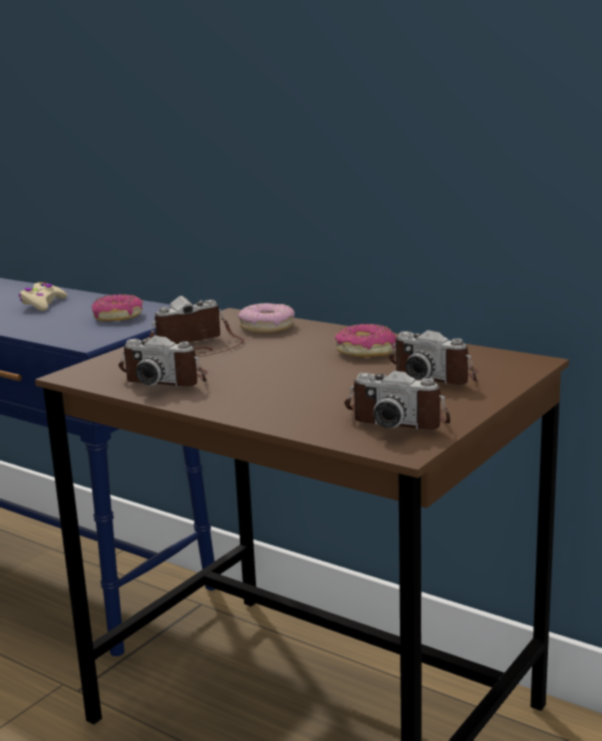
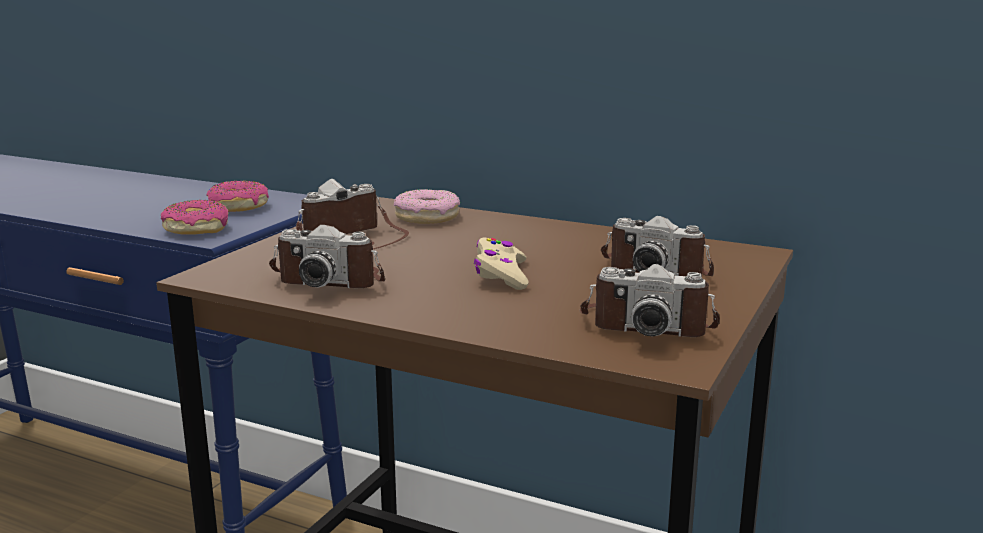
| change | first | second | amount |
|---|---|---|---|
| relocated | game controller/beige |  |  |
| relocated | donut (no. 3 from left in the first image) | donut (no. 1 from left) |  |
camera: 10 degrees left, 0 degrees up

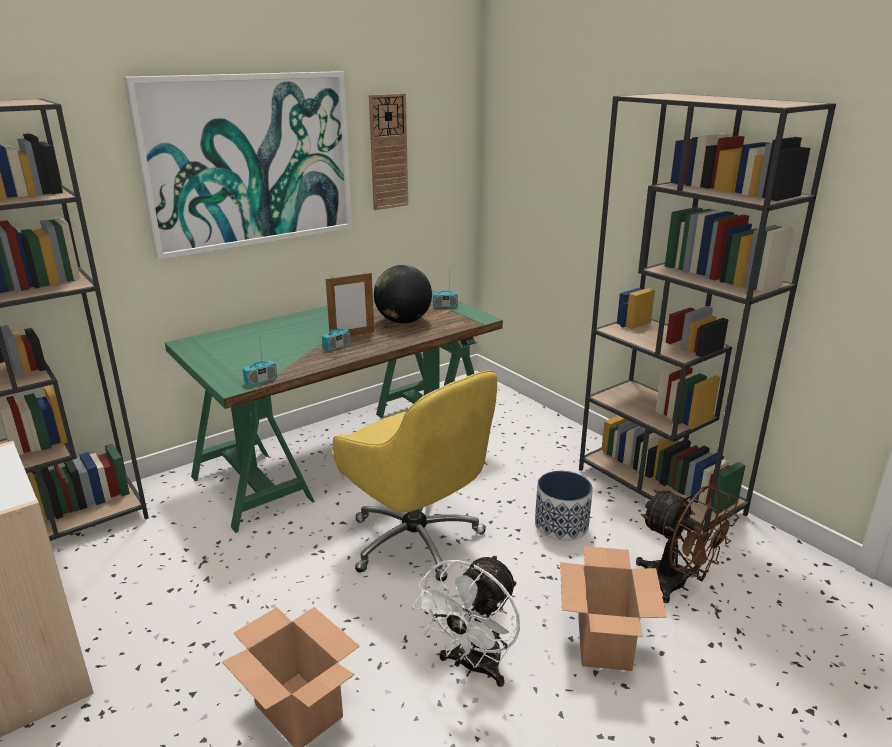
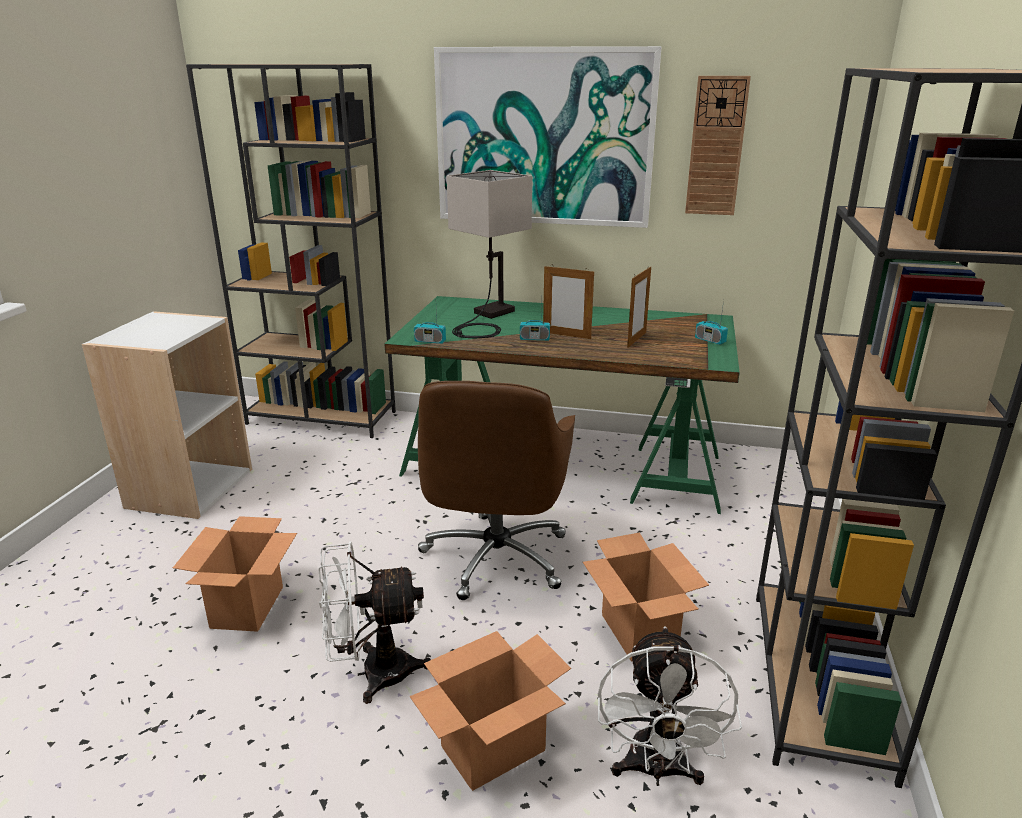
| change | first | second | amount |
|---|---|---|---|
| appeared |  | table lamp |  |
| exchanged | globe | picture frame (no. 2 from left) |  |
| exchanged | planter | cardboard box (no. 3 from left) |  |
| colour | office chair/yellow | office chair/brown |  |
| colour | fan/brown | fan/white (no. 2 from left) |  |
camera: 50 degrees right, 0 degrees up

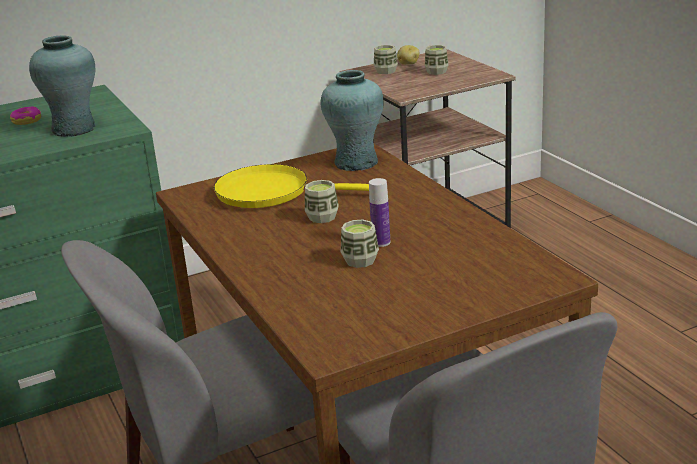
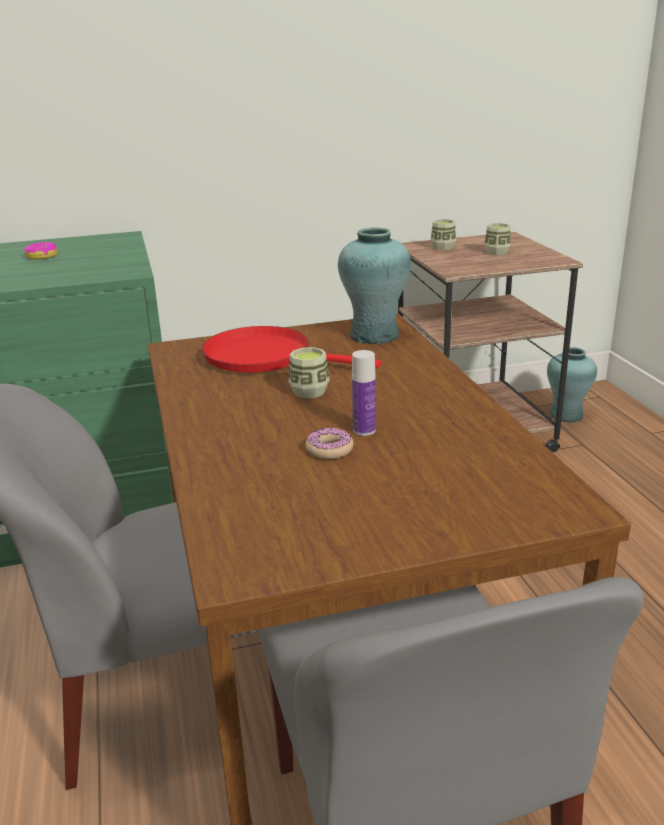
| change | first | second | amount |
|---|---|---|---|
| missing | potato |  |  |
| relocated | vase/turquoise (no. 1 from left in the first image) | vase/turquoise (no. 2 from left) |  |
| exchanged | cup (no. 2 from left) | donut (no. 2 from left) |  |
| colour | frying pan/yellow | frying pan/red |  |
camera: 10 degrees right, 0 degrees up

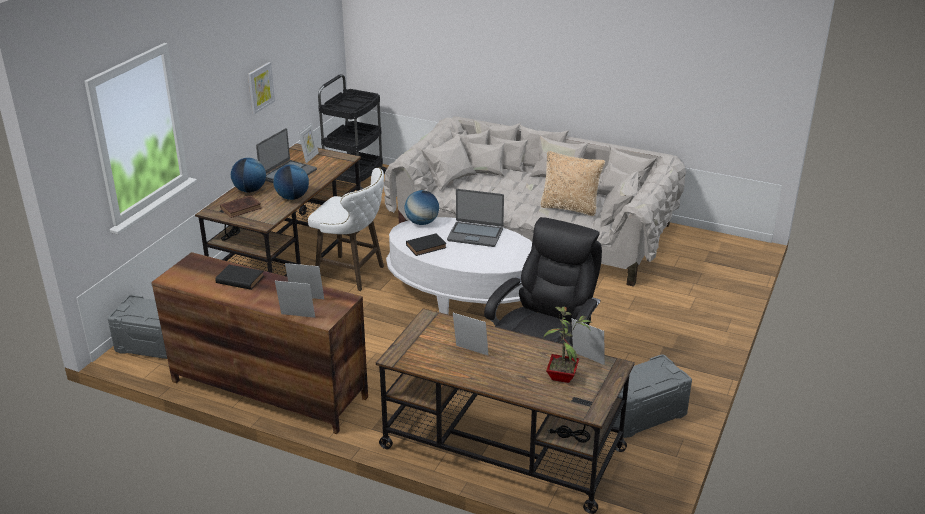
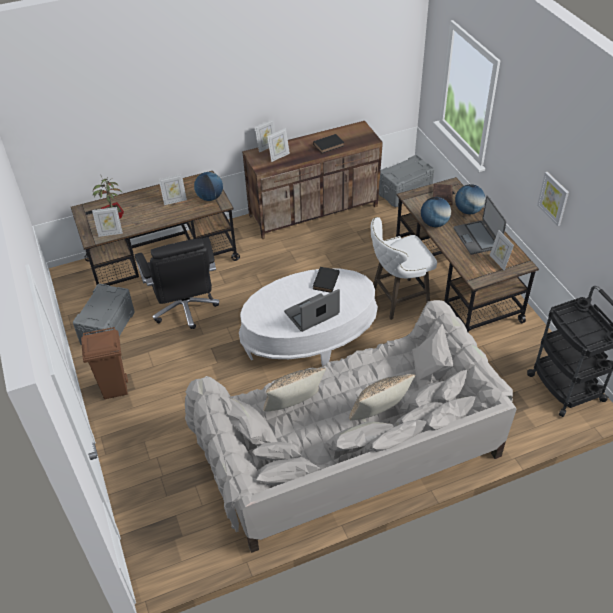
| change | first | second | amount |
|---|---|---|---|
| appeared |  | trash can/brown |  |
| appeared |  | pillow/beige (no. 2 from left) |  |
| relocated | globe (no. 3 from left in the first image) | globe (no. 1 from left) |  |
camera: 135 degrees right, 15 degrees up

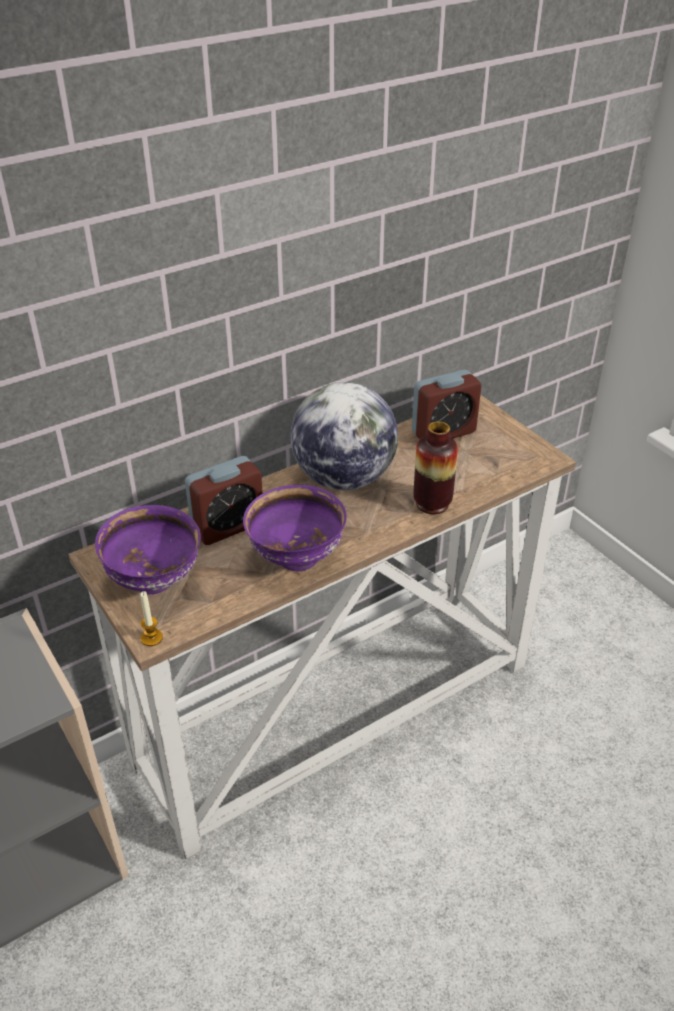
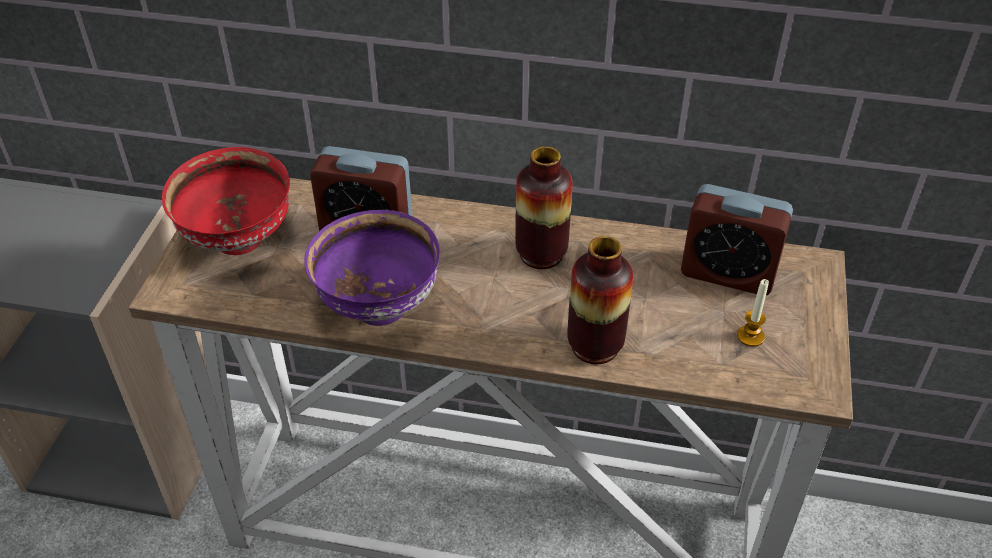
| change | first | second | amount |
|---|---|---|---|
| relocated | candle |  |  |
| exchanged | globe | vase (no. 1 from left) |  |
| colour | bowl/purple (no. 1 from left) | bowl/red |  |
camera: 45 degrees right, 5 degrees up

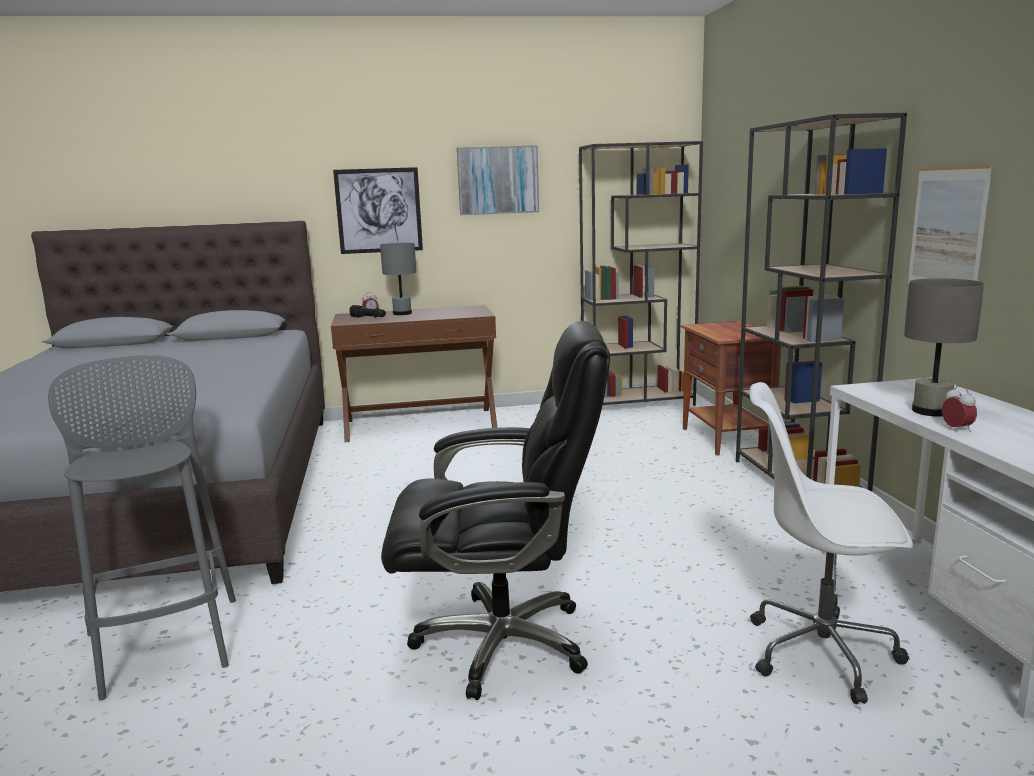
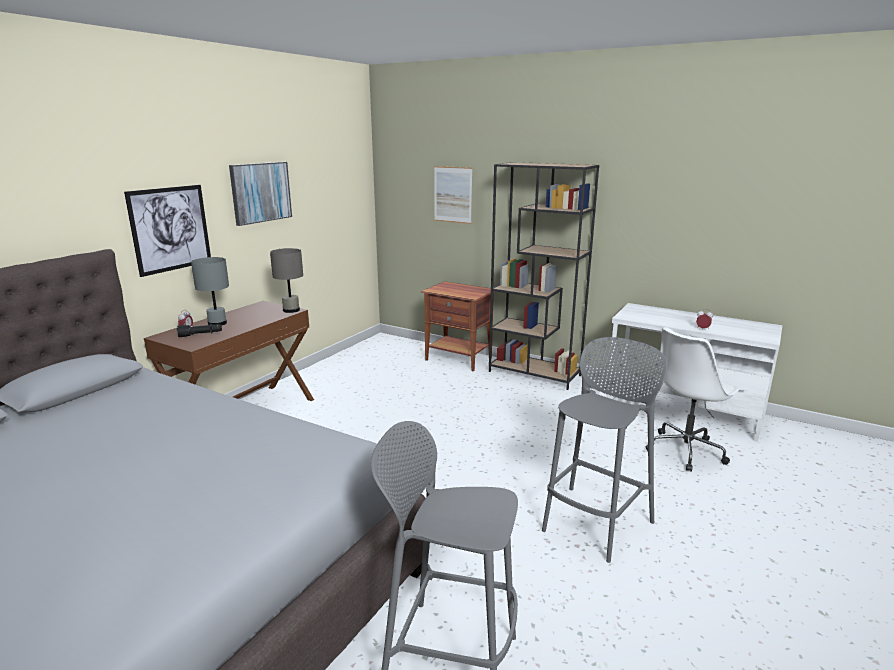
| change | first | second | amount |
|---|---|---|---|
| missing | bookcase (no. 1 from left) |  |  |
| relocated | table lamp/grey (no. 2 from left) |  |  |
| relocated | picture (no. 3 from left) |  |  |
| exchanged | office chair/black | stool/grey (no. 2 from left) |  |
camera: 50 degrees left, 5 degrees up

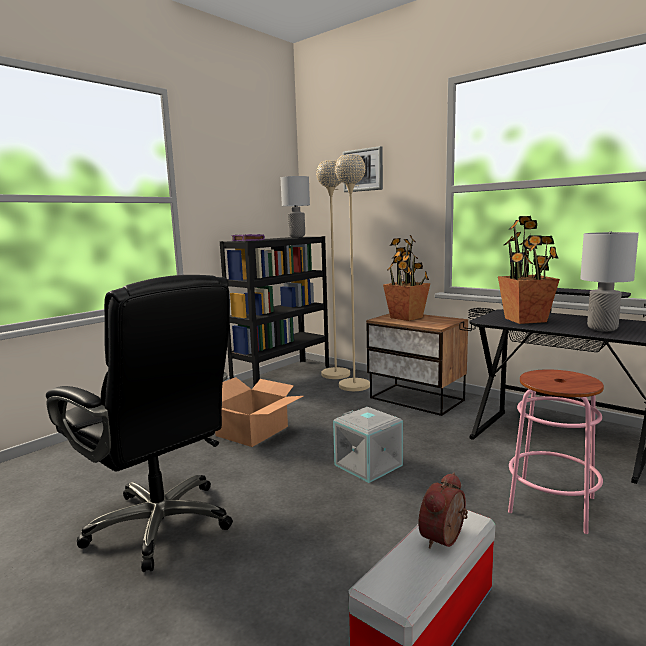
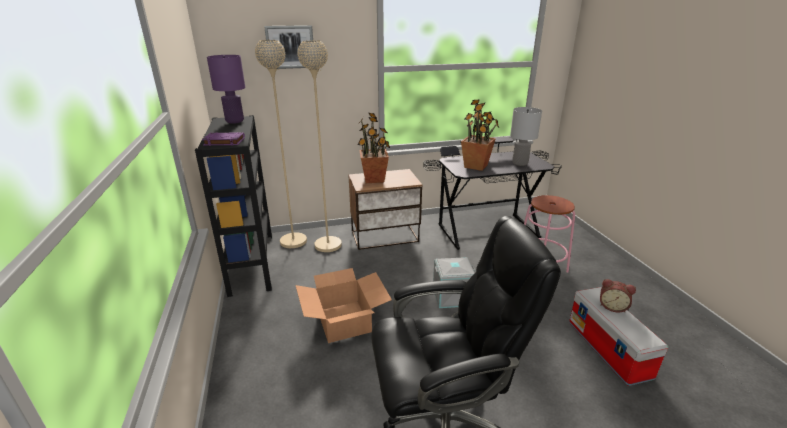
| change | first | second | amount |
|---|---|---|---|
| colour | table lamp/grey (no. 1 from left) | table lamp/purple |  |
| spun | alarm clock |  | 45 degrees counterclockwise |
camera: 55 degrees left, 15 degrees up

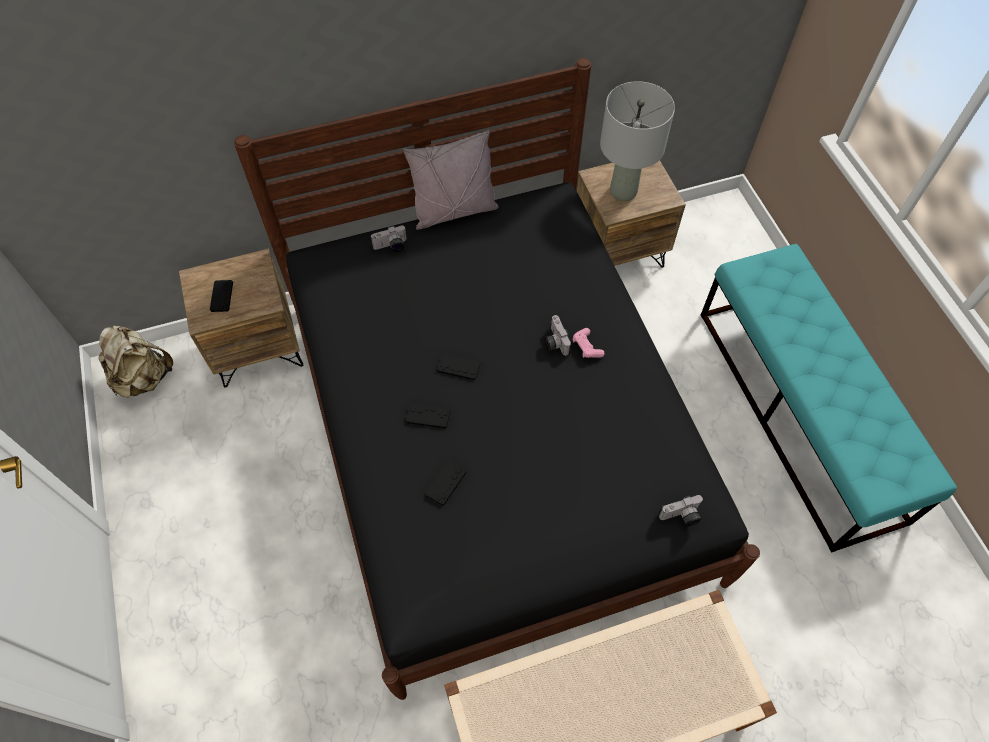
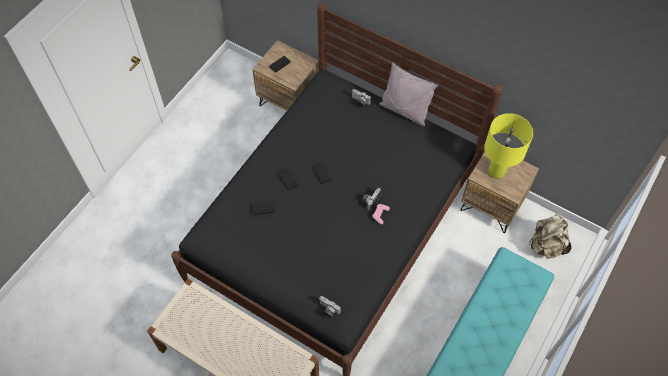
| change | first | second | amount |
|---|---|---|---|
| relocated | backpack/beige |  |  |
| colour | table lamp/grey | table lamp/yellow |  |
camera: 50 degrees right, 0 degrees up

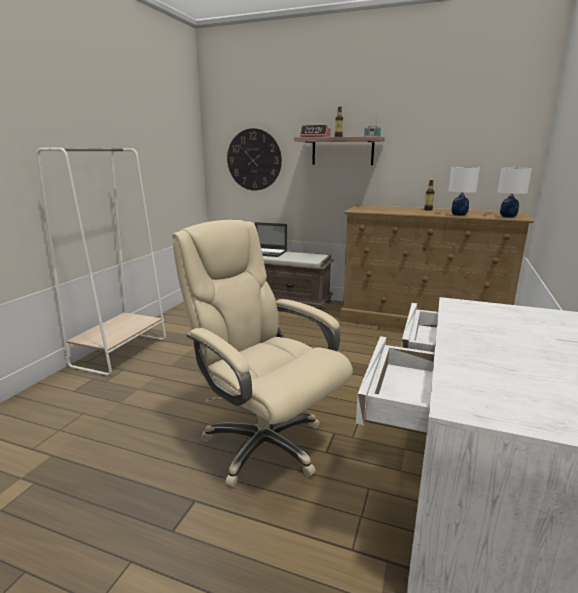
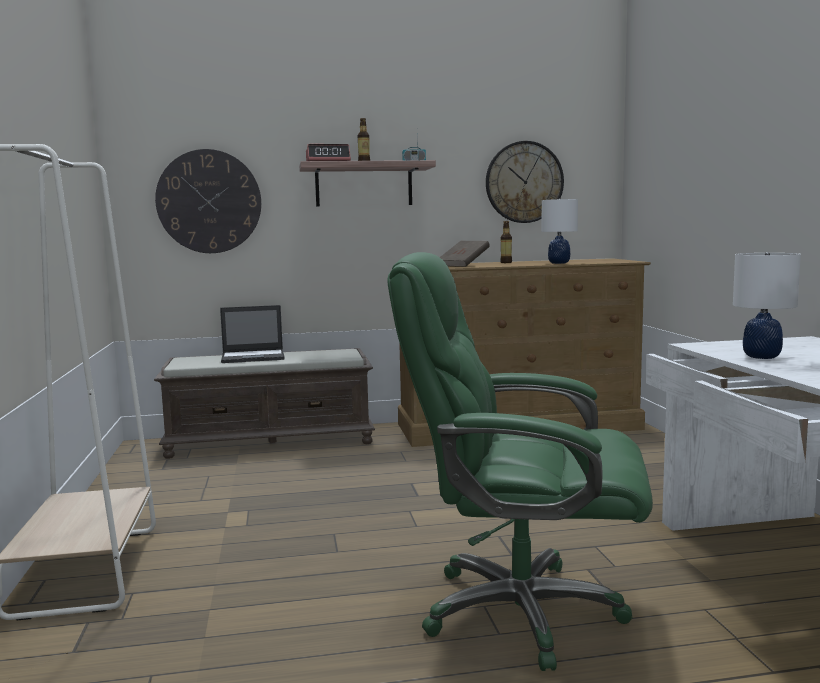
| change | first | second | amount |
|---|---|---|---|
| appeared |  | book/brown |  |
| appeared |  | wall clock (no. 2 from left) |  |
| relocated | table lamp/white (no. 2 from left) |  |  |
| colour | office chair/beige | office chair/green |  |
camera: 30 degrees left, 10 degrees down

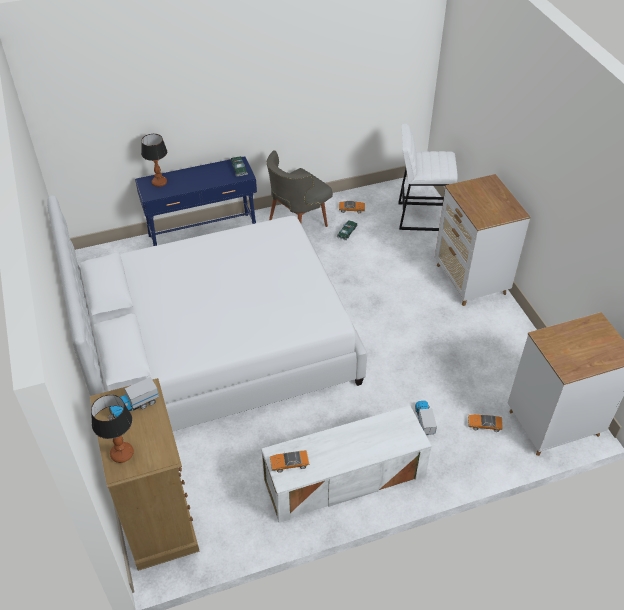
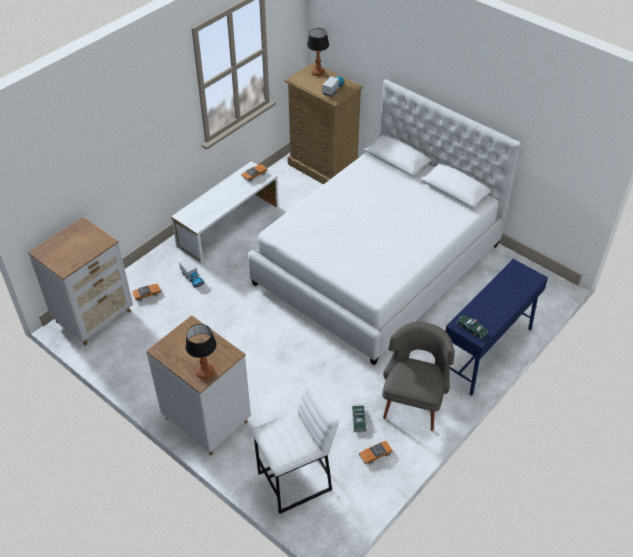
| change | first | second | amount |
|---|---|---|---|
| relocated | table lamp (no. 2 from left in the first image) | table lamp (no. 1 from left) |  |
camera: 150 degrees right, 0 degrees up

